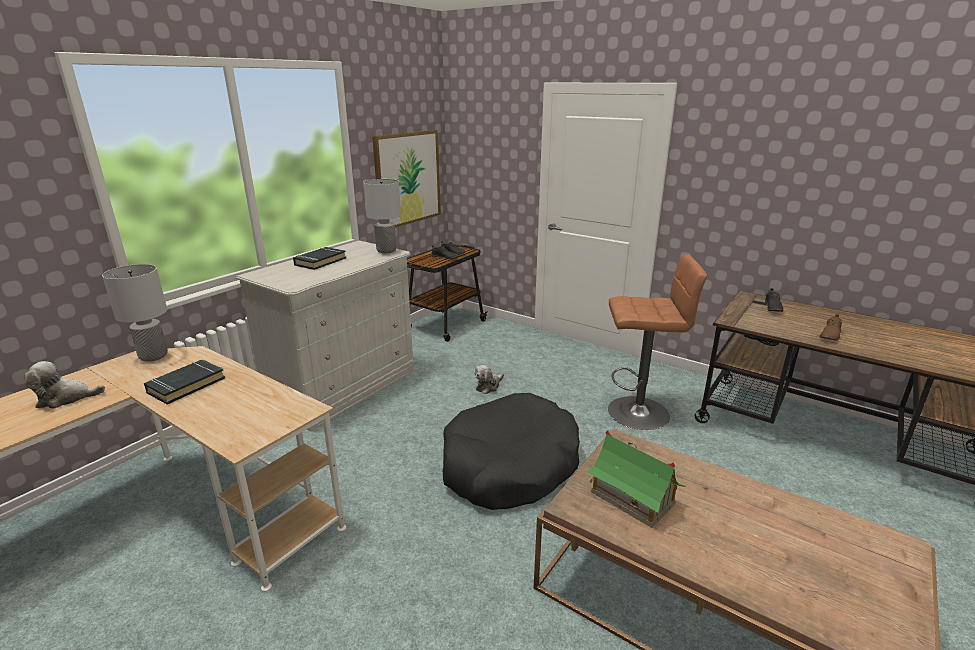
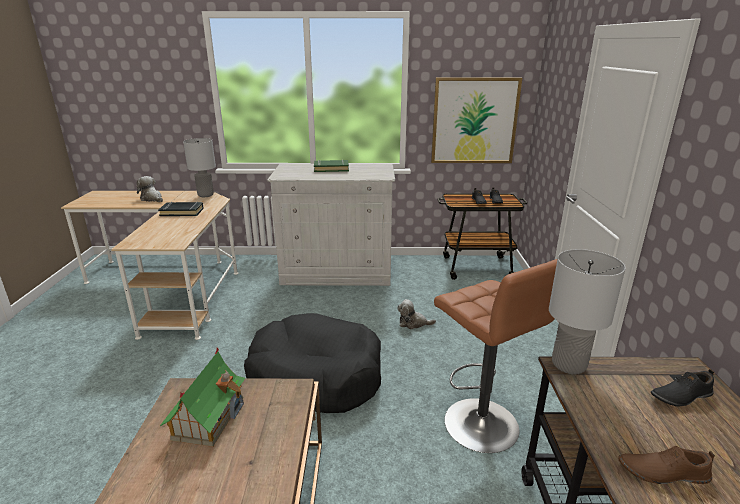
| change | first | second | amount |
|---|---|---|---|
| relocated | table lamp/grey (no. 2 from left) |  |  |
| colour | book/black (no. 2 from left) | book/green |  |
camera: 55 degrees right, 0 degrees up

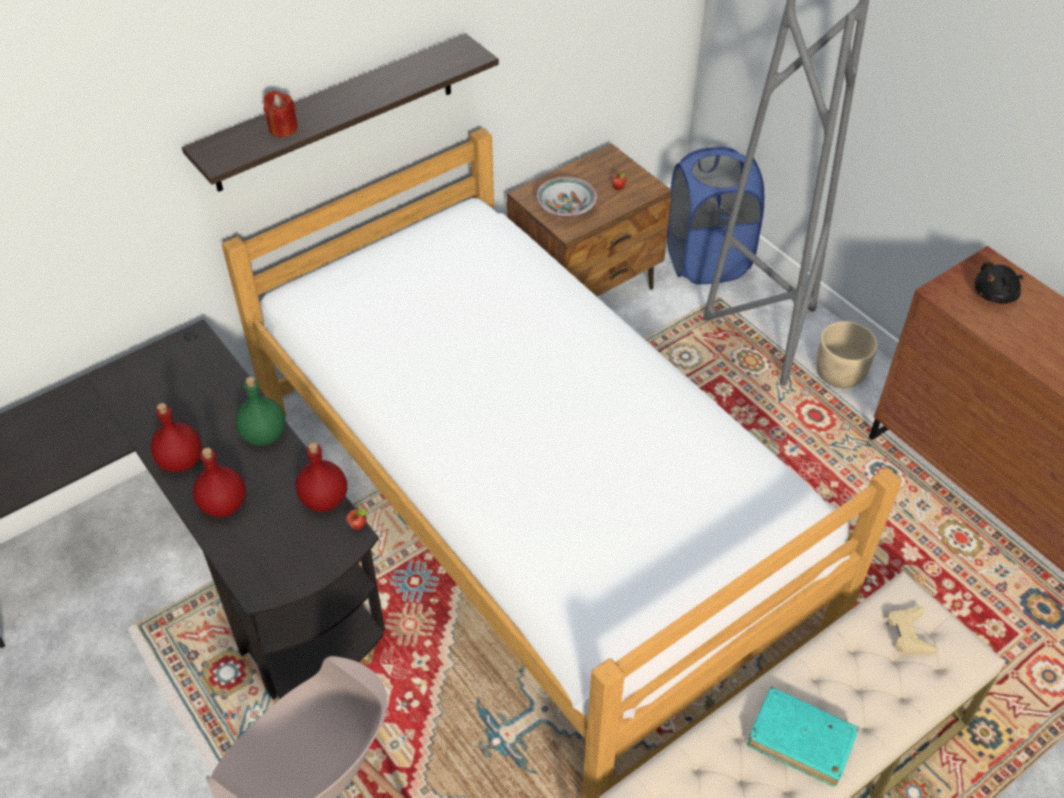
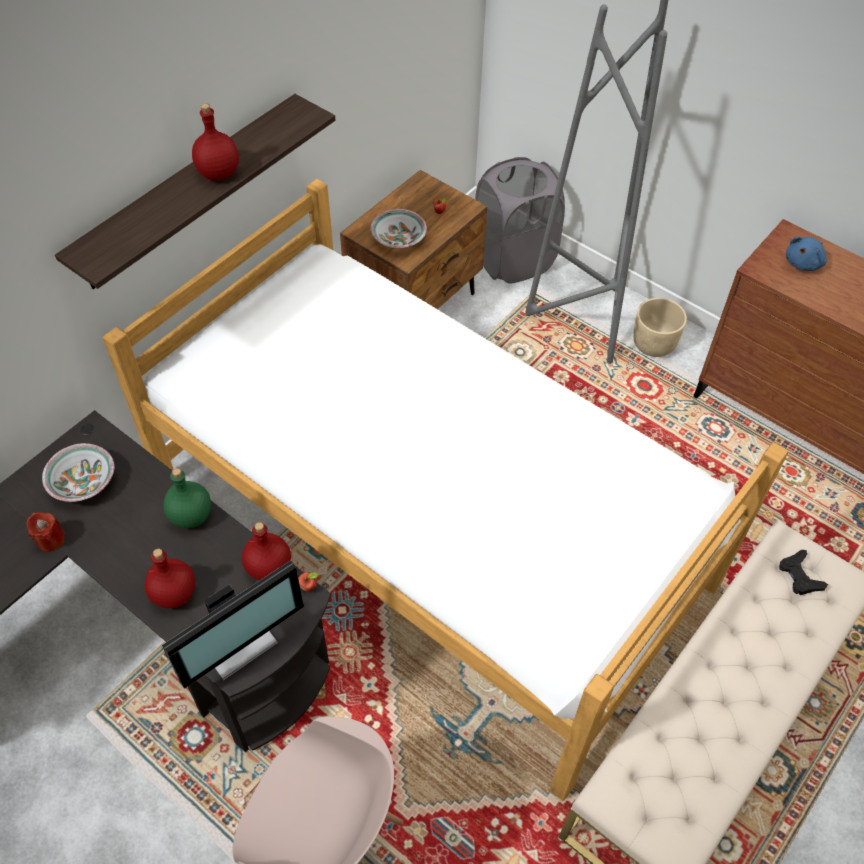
| change | first | second | amount |
|---|---|---|---|
| missing | book/turquoise |  |  |
| appeared |  | bowl (no. 1 from left) |  |
| appeared |  | monitor |  |
| relocated | bottle/red (no. 1 from left in the first image) | bottle/red (no. 2 from left) |  |
| relocated | candle/red |  |  |
| colour | laundry basket/blue | laundry basket/grey |  |
| colour | game controller/beige | game controller/black |  |
| colour | plush toy/black | plush toy/blue |  |
camera: 15 degrees left, 5 degrees up

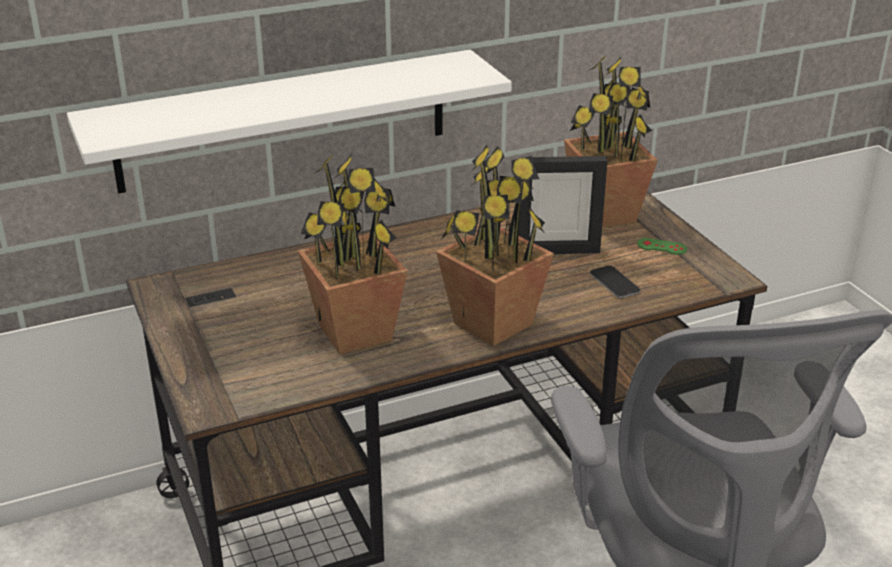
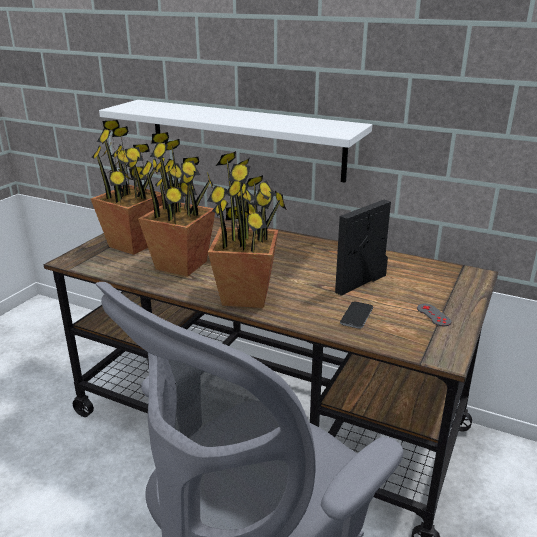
| change | first | second | amount |
|---|---|---|---|
| relocated | potted plant (no. 3 from left in the first image) | potted plant (no. 1 from left) |  |
| colour | game controller/green | game controller/grey |  |
| spun | picture frame |  | 90 degrees clockwise |
camera: 50 degrees right, 5 degrees down

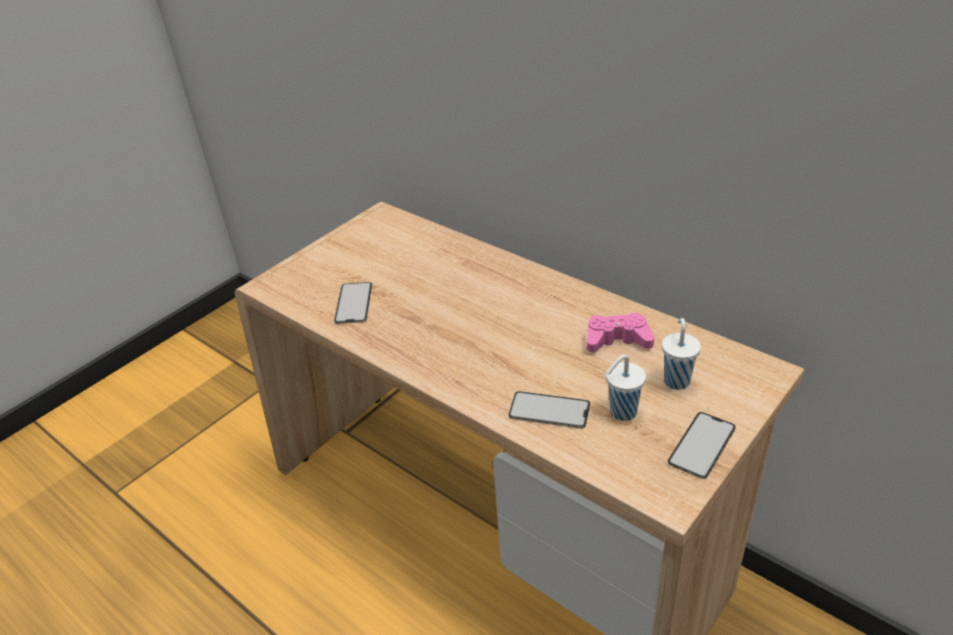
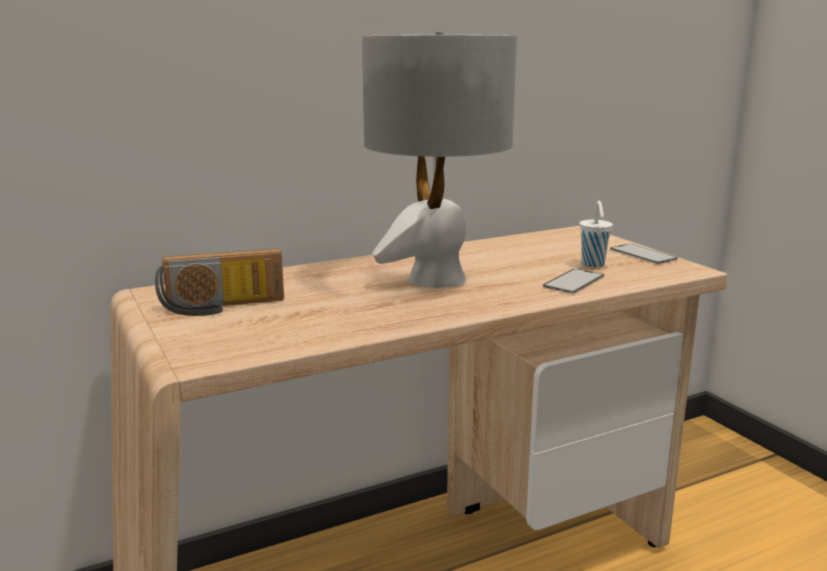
| change | first | second | amount |
|---|---|---|---|
| missing | phone (no. 1 from left) |  |  |
| missing | game controller/pink |  |  |
| missing | cup/white (no. 2 from left) |  |  |
| appeared |  | radio |  |
| appeared |  | table lamp/grey |  |
camera: 70 degrees left, 20 degrees down

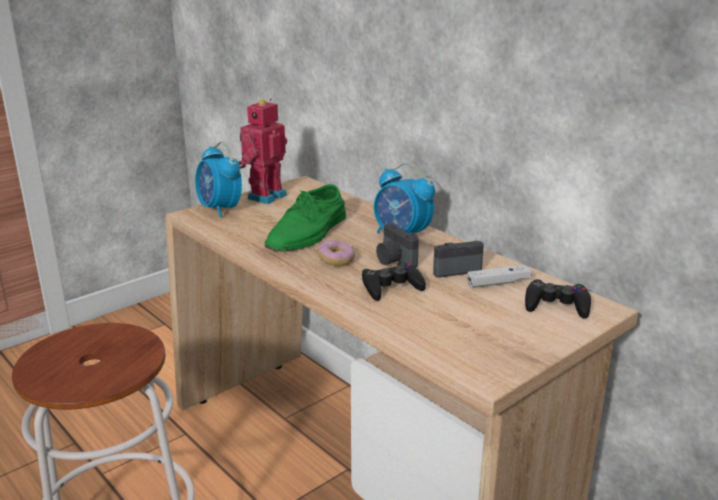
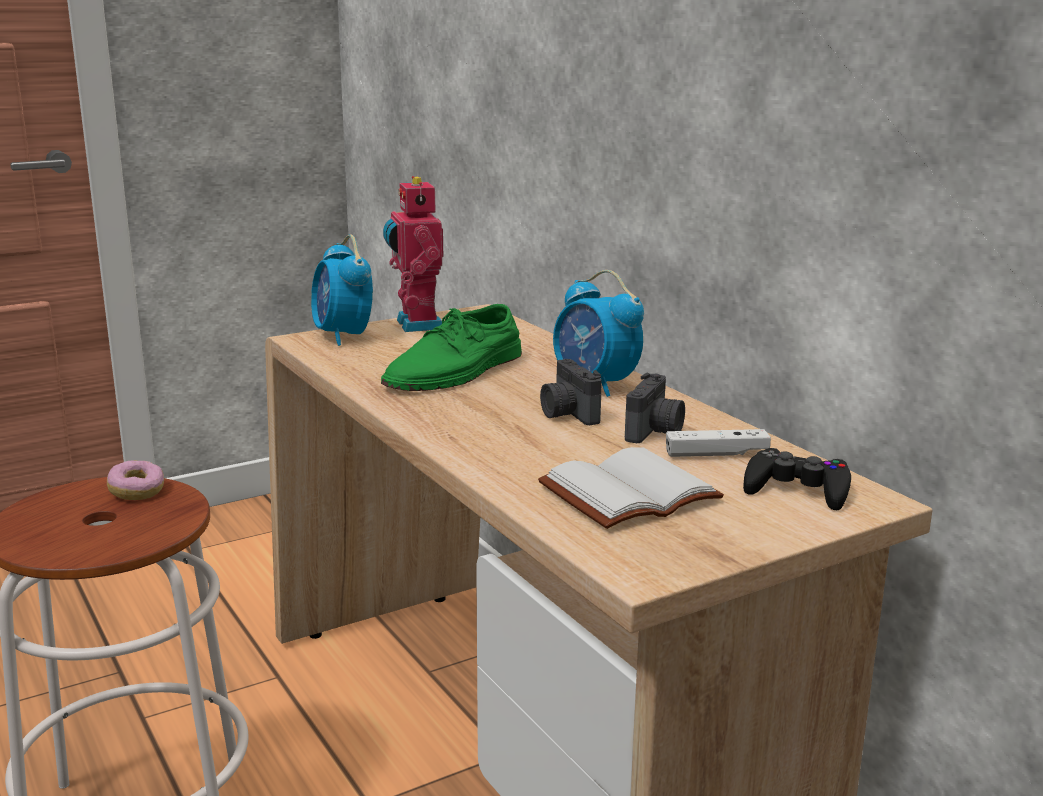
| change | first | second | amount |
|---|---|---|---|
| missing | game controller/black (no. 1 from left) |  |  |
| appeared |  | book/white |  |
| relocated | donut |  |  |
| spun | toy robot |  | 60 degrees counterclockwise |
| spun | photo camera (no. 2 from left) |  | 120 degrees clockwise |
camera: 10 degrees right, 5 degrees down

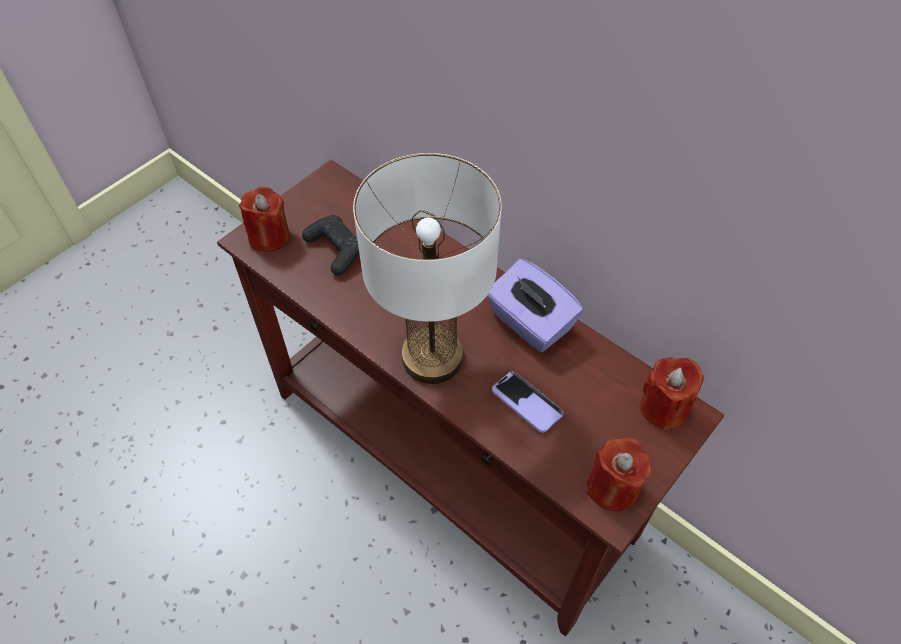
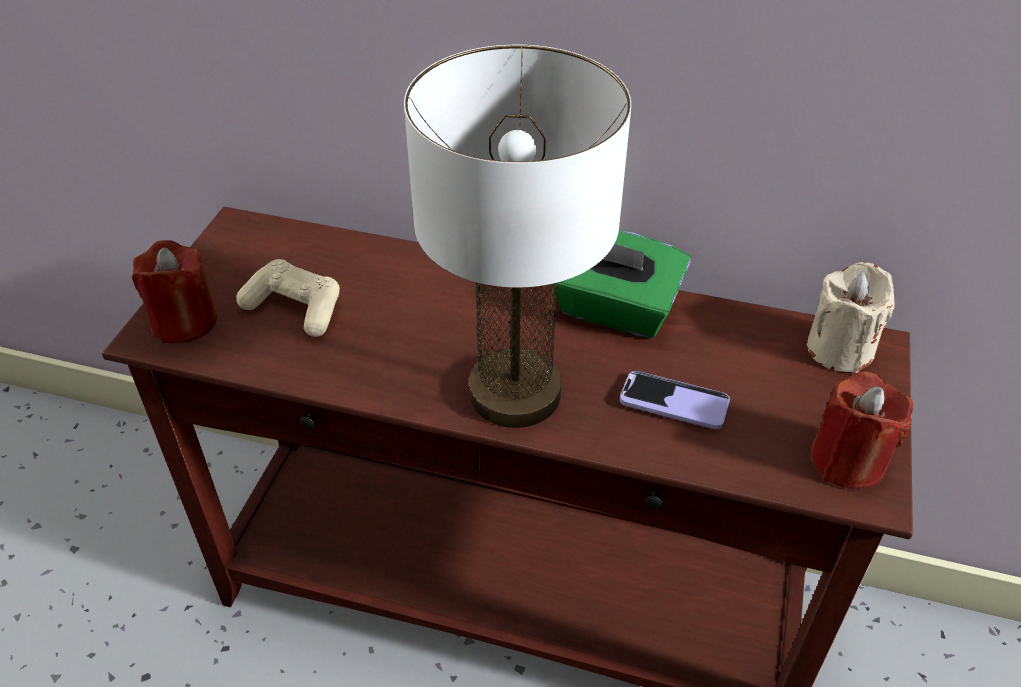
| change | first | second | amount |
|---|---|---|---|
| colour | game controller/black | game controller/beige |  |
| colour | tissue box/purple | tissue box/green |  |
| colour | candle/red (no. 3 from left) | candle/beige |  |
camera: 25 degrees left, 10 degrees down

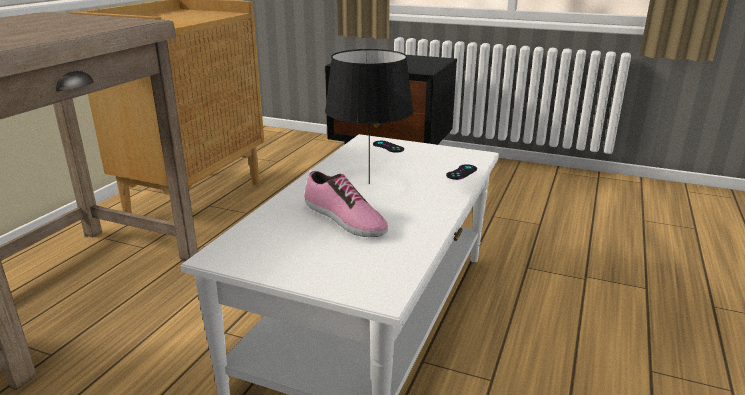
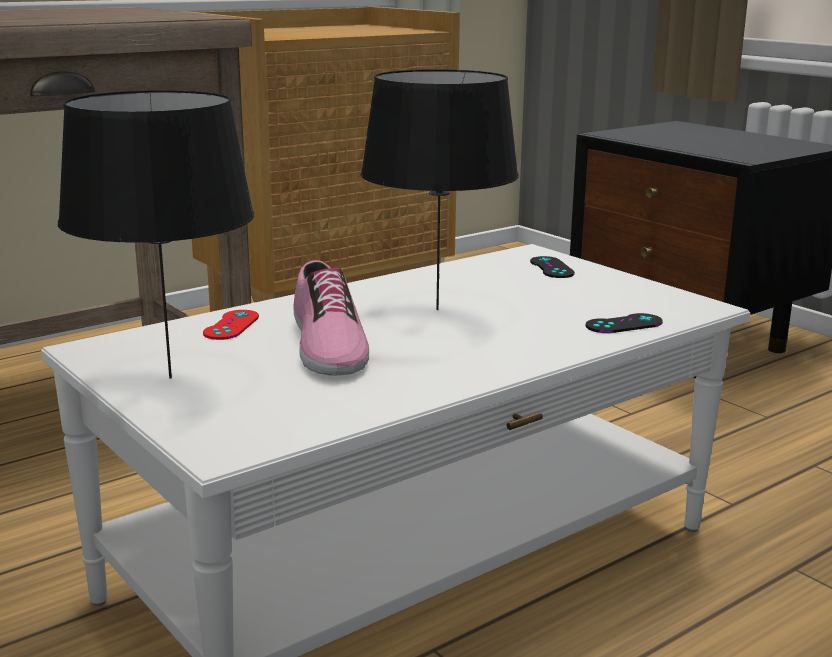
| change | first | second | amount |
|---|---|---|---|
| appeared |  | table lamp/black (no. 1 from left) |  |
| appeared |  | game controller/red |  |
camera: 30 degrees right, 5 degrees down

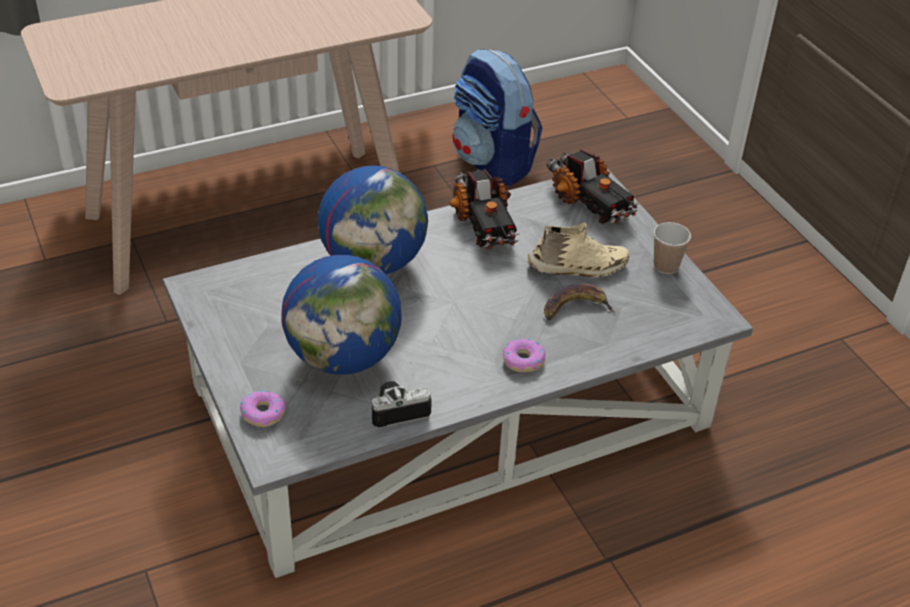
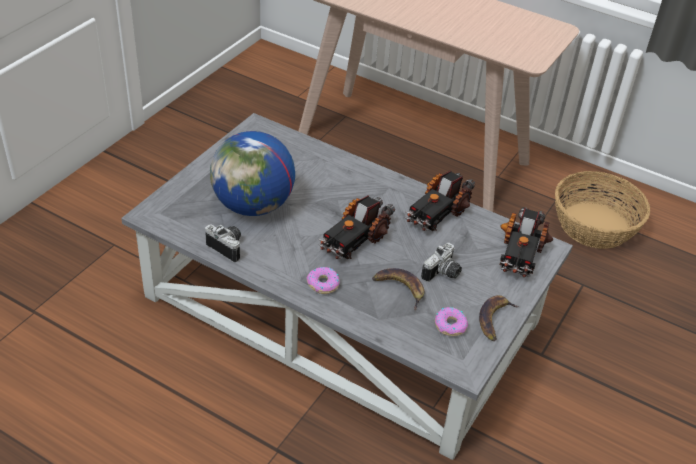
| change | first | second | amount |
|---|---|---|---|
| missing | globe (no. 2 from left) |  |  |
| appeared |  | toy truck (no. 1 from left) |  |
| relocated | donut (no. 1 from left in the first image) | donut (no. 2 from left) |  |
| exchanged | backpack | basket |  |
| exchanged | shoe/beige | photo camera (no. 2 from left) |  |
| exchanged | cup | banana (no. 2 from left) |  |
camera: 55 degrees right, 0 degrees up

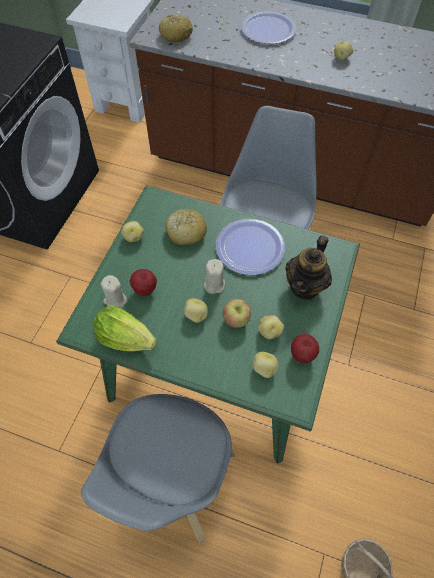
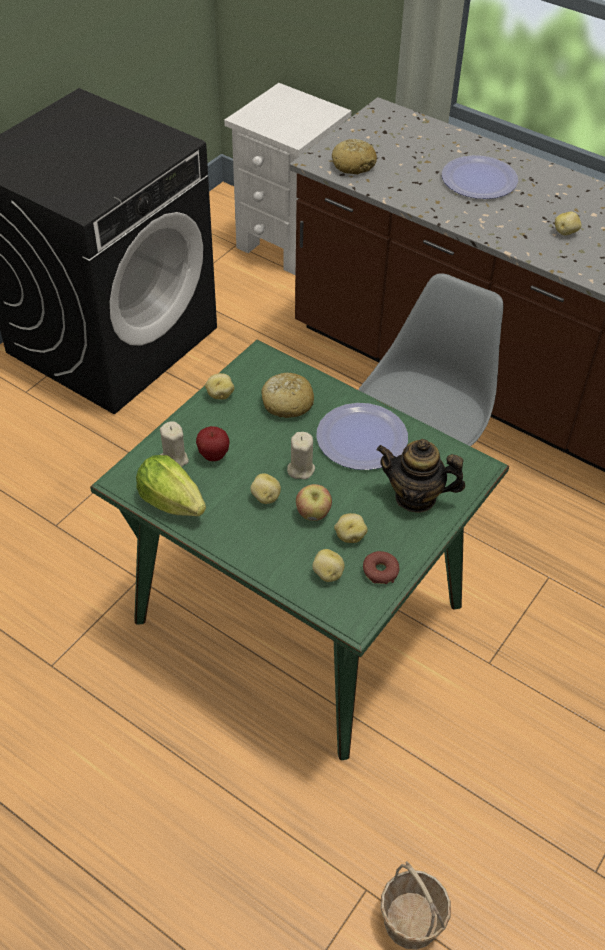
| change | first | second | amount |
|---|---|---|---|
| missing | chair/grey (no. 1 from left) |  |  |
| exchanged | apple (no. 3 from left) | donut |  |
| spun | teapot |  | 60 degrees clockwise |
camera: 15 degrees right, 10 degrees down

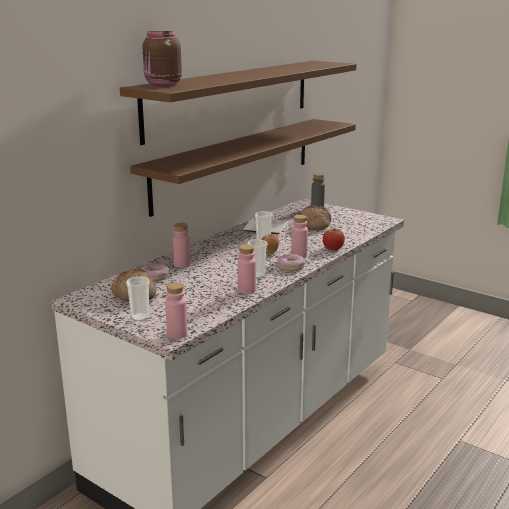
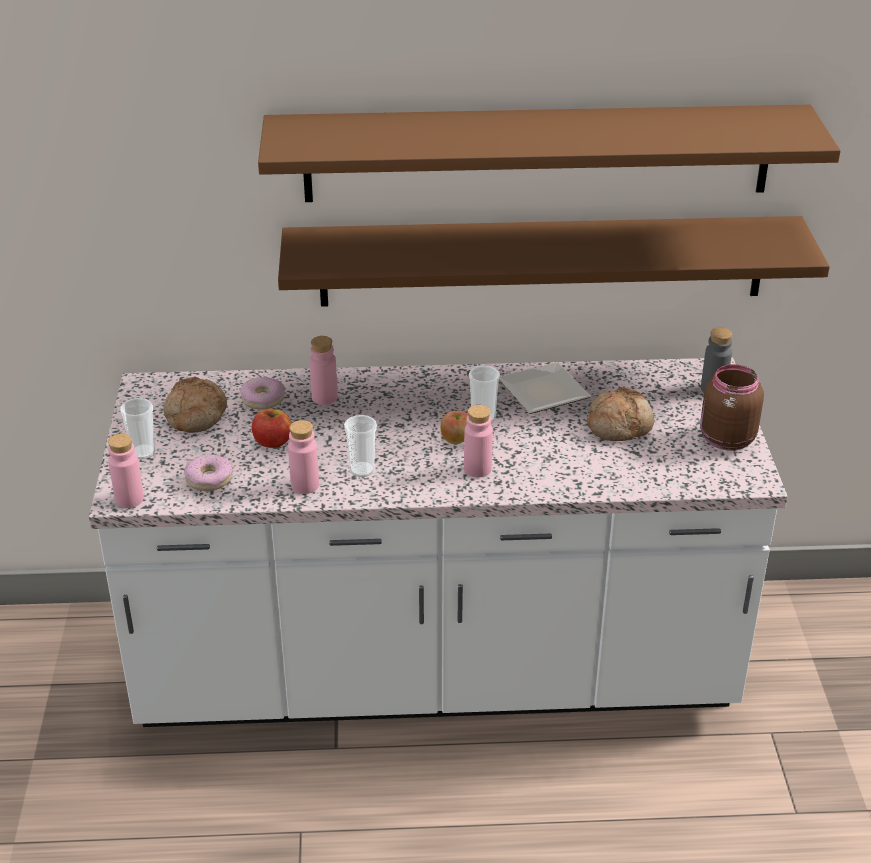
| change | first | second | amount |
|---|---|---|---|
| relocated | jar/brown |  |  |
| relocated | donut (no. 2 from left in the first image) | donut (no. 1 from left) |  |
| relocated | apple (no. 2 from left in the first image) | apple (no. 1 from left) |  |
camera: 50 degrees right, 15 degrees up

